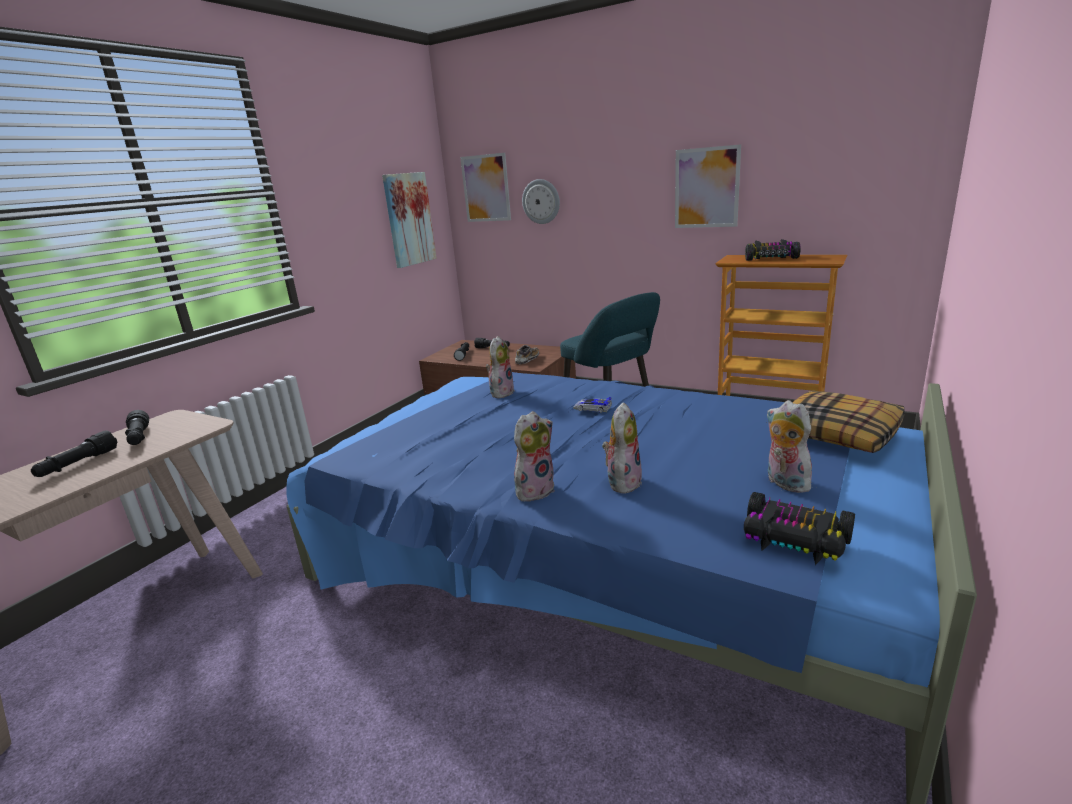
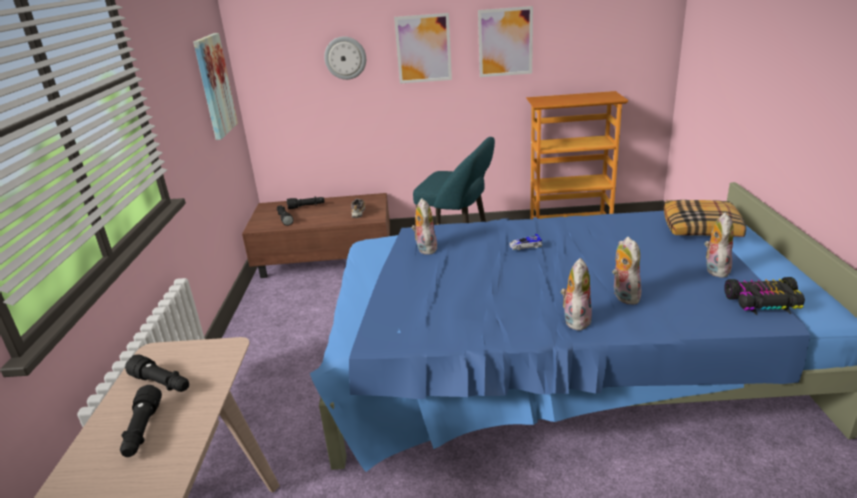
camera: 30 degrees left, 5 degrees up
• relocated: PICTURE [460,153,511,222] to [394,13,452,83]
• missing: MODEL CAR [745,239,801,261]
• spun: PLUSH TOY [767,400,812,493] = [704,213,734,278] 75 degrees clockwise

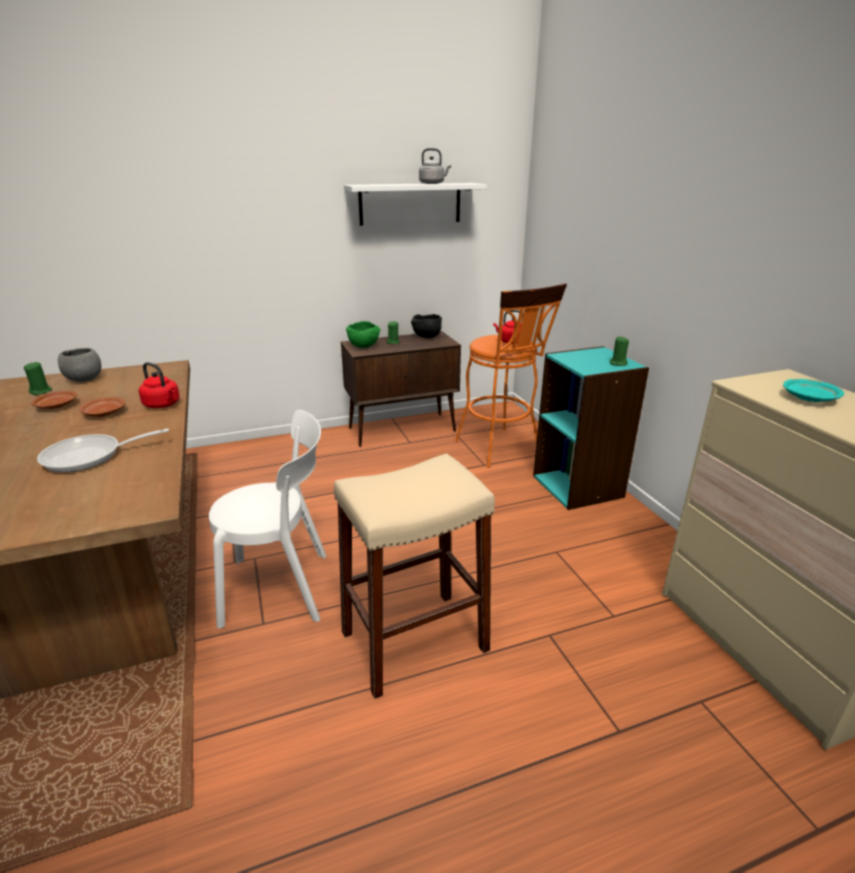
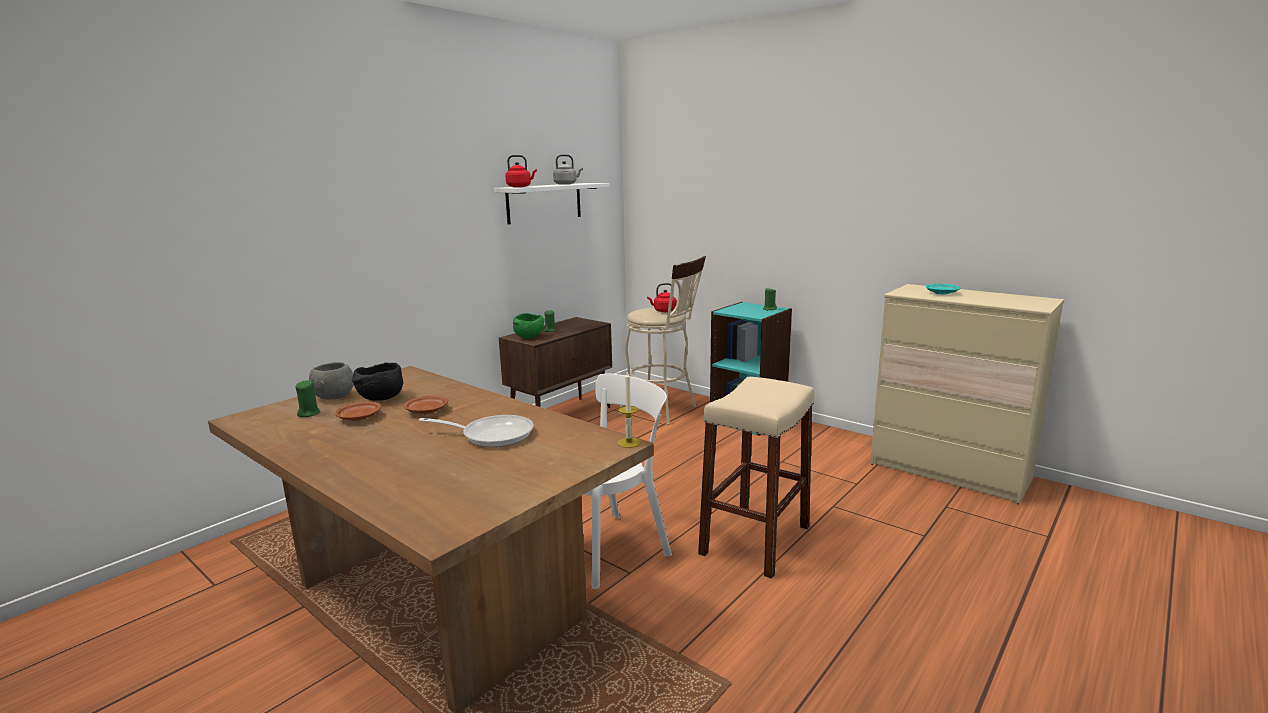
camera: 30 degrees left, 10 degrees down
• spun: FRYING PAN [37,428,169,473] = [419,415,534,447] 120 degrees counterclockwise
• relocated: RED TEA KETTLE [139,362,180,408] to [505,155,537,187]
• relocated: BLACK-COLOURED BOWL [411,314,442,338] to [352,362,403,401]
• colour: ORANGE SITTING STOOL [455,284,567,467] to BEIGE-COLOURED SITTING STOOL [618,256,706,425]
• appeared: WAX LIGHT [617,371,641,448]

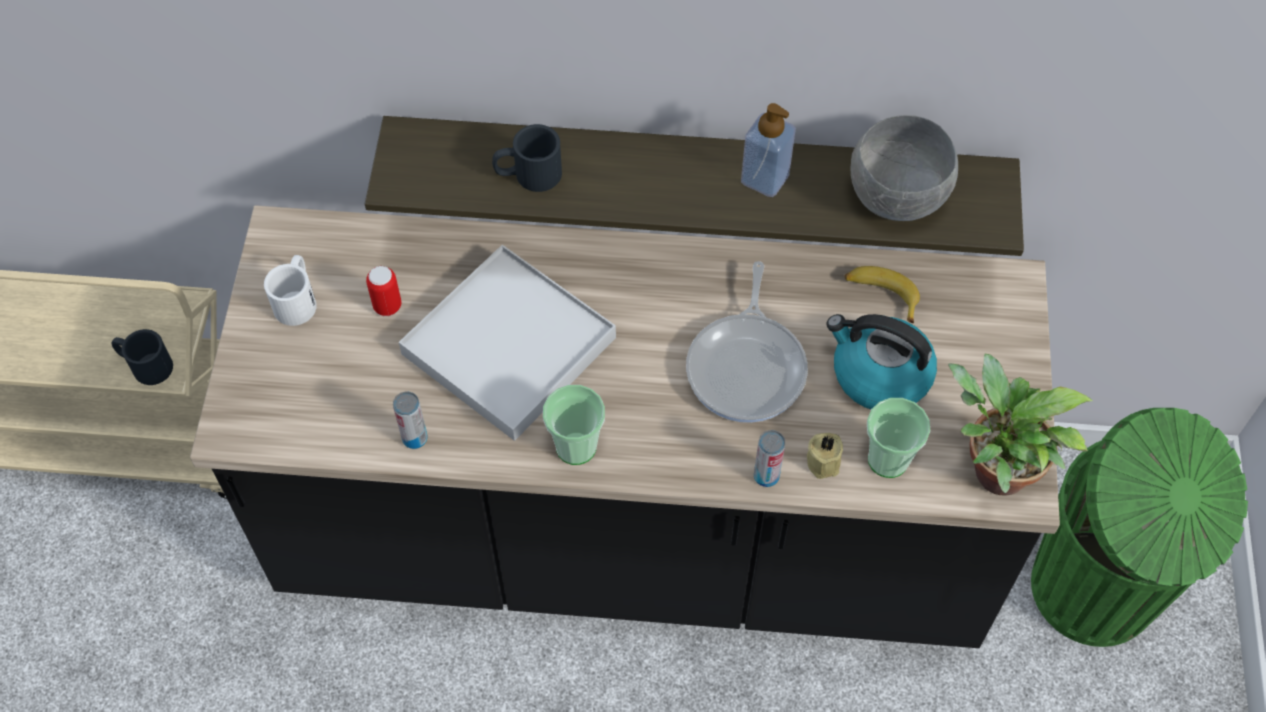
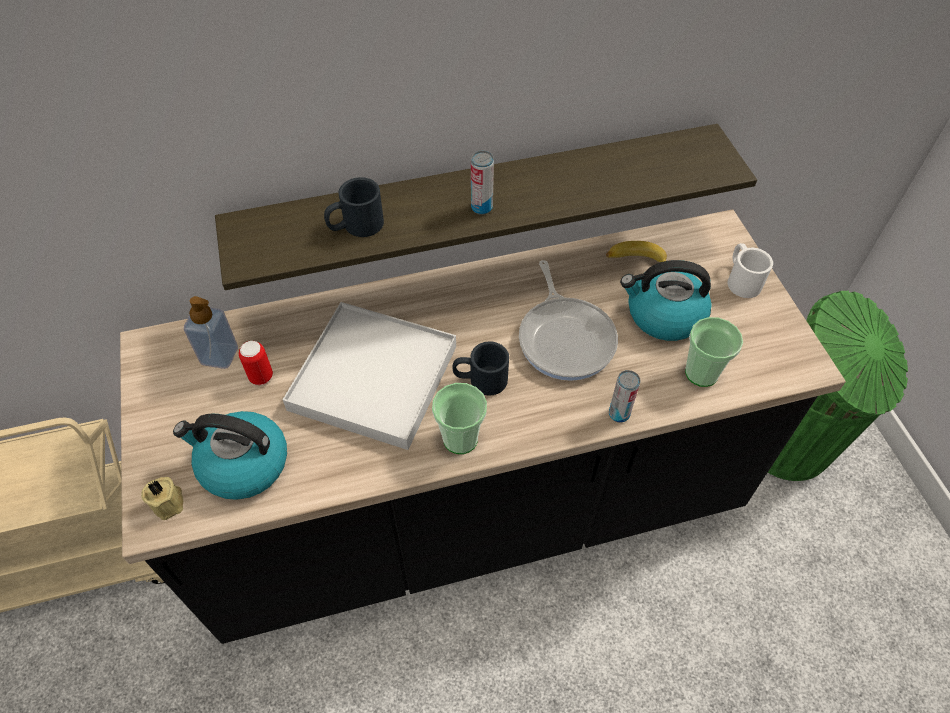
camera: 20 degrees left, 5 degrees down
• relocated: BLACK-COLOURED TEA MUG [111,329,173,385] to [452,341,509,396]
• relocated: WHITE-COLOURED TEA MUG [264,255,317,326] to [728,243,773,298]
• relocated: CAN [393,392,428,449] to [471,151,494,215]
• relocated: SOAP DISPENSER [741,103,796,197] to [184,296,238,369]
• relocated: BEIGE-COLOURED WAX LIGHT [807,433,843,479] to [141,477,183,520]
• missing: GREY BOWL [850,115,958,221]
• missing: PLANT IN A POT [948,353,1093,496]
• appeared: TEA KETTLE [173,411,287,500]

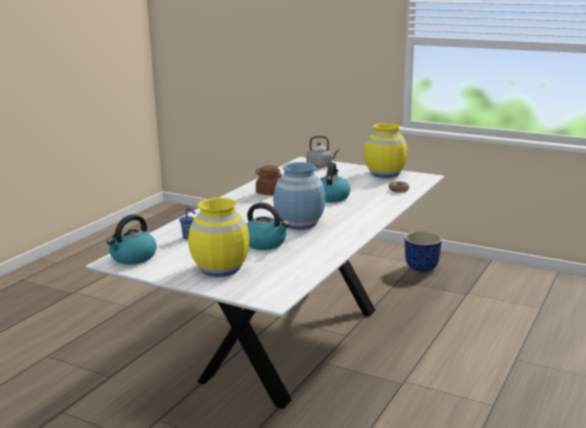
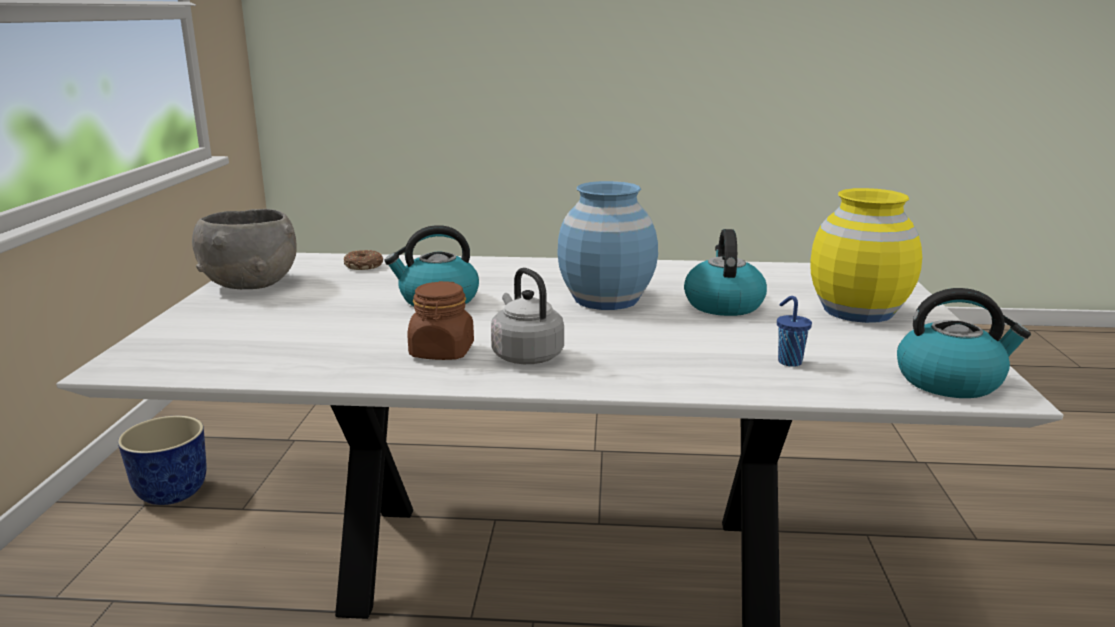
camera: 115 degrees left, 0 degrees up
• relocated: GREY TEA KETTLE [307,136,339,168] to [491,268,564,364]
• exchanged: YELLOW FLOWER VASE [364,123,407,178] to GREY BOWL [192,209,297,289]

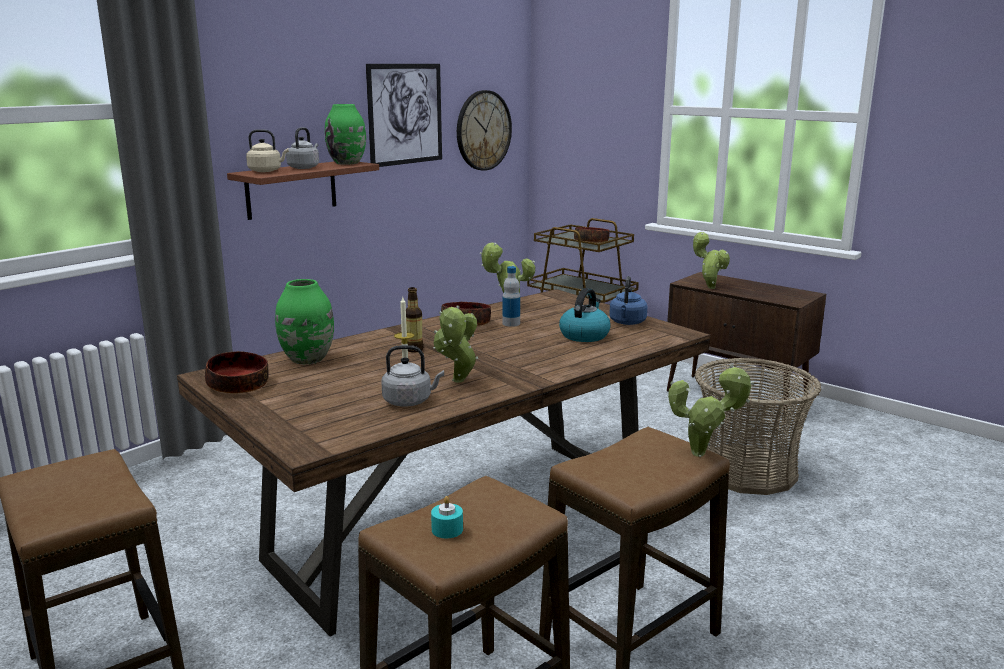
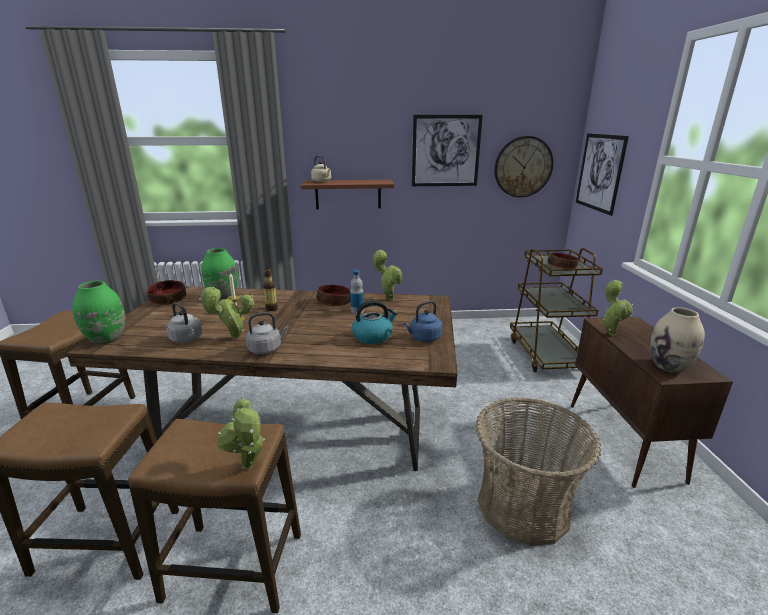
camera: 45 degrees right, 5 degrees up
• relocated: GREY TEA KETTLE [286,127,319,169] to [246,312,289,354]
• relocated: GREEN FLOWER VASE [325,104,366,165] to [72,281,125,345]
• missing: TURQUOISE WAX LIGHT [431,496,463,538]
• appeared: PICTURE [576,133,629,216]
• appeared: BEIGE-COLOURED FLOWER VASE [650,307,705,373]

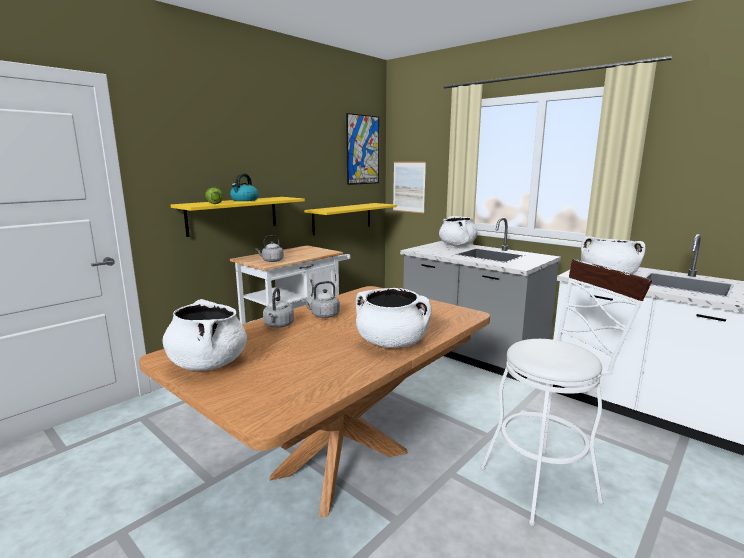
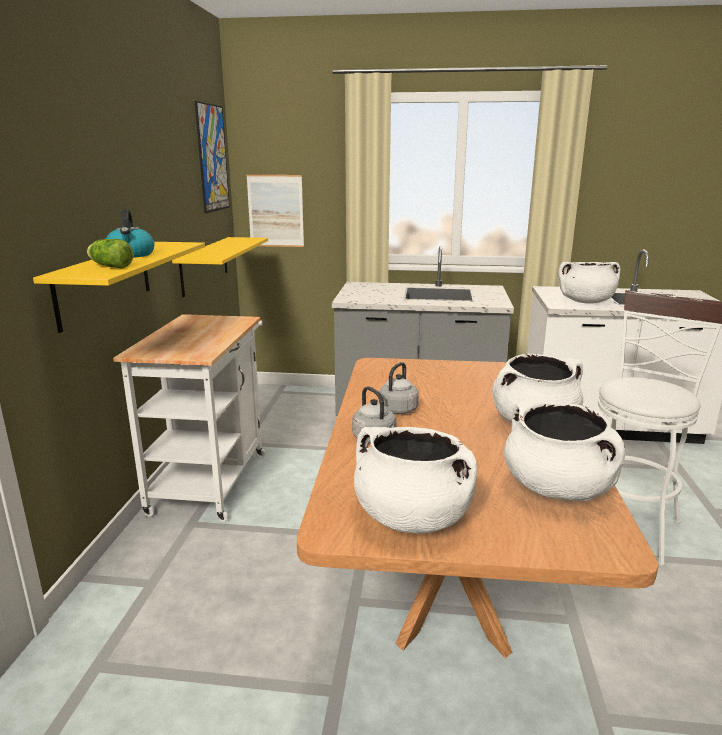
camera: 35 degrees left, 5 degrees up
• missing: GREY TEA KETTLE [256,235,284,262]
• relocated: WHITE-COLOURED SAUCEPOT [439,216,478,246] to [504,402,625,501]

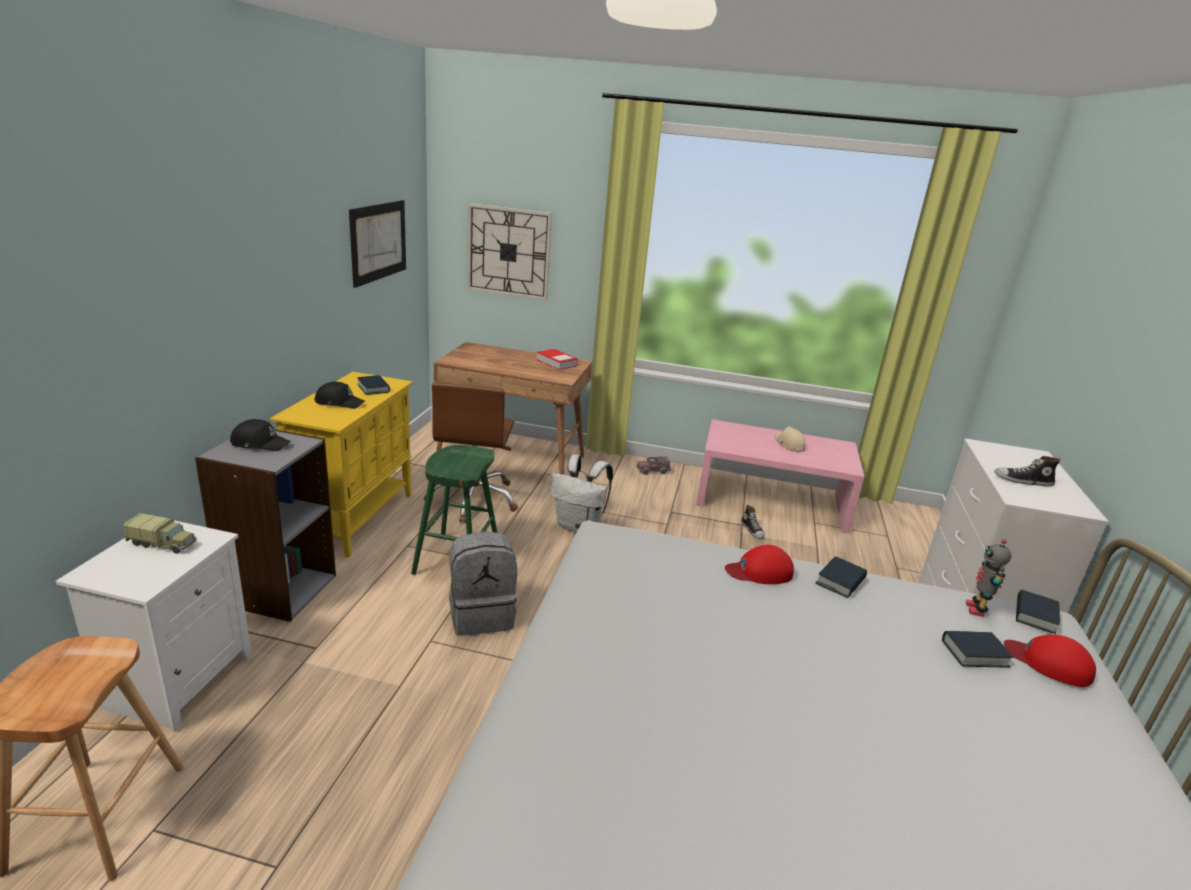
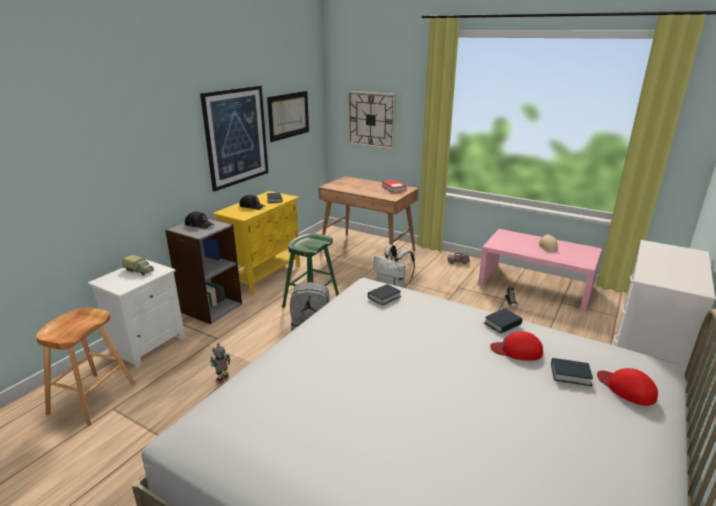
camera: 20 degrees right, 0 degrees up
• missing: BROWN-COLOURED OFFICE CHAIR [424,382,518,523]
• relocated: RED BASEBALL CAP [725,545,794,584] to [490,331,543,361]
• relocated: ROBOT FIGURE [966,539,1011,617] to [210,343,231,383]
• missing: ITEM OF FOOTWEAR [994,456,1061,486]
• relocated: BOOK [1016,589,1060,634] to [368,284,402,305]
• appeared: PICTURE [200,86,268,191]

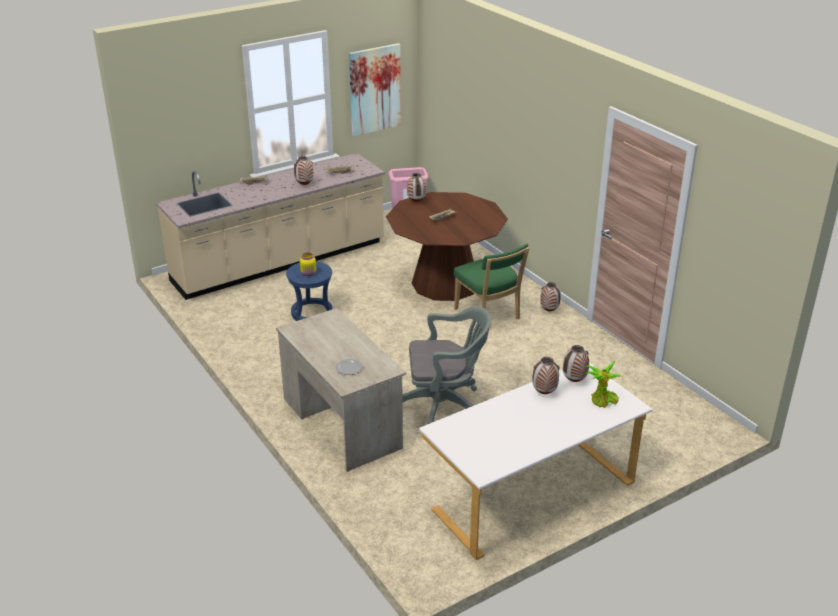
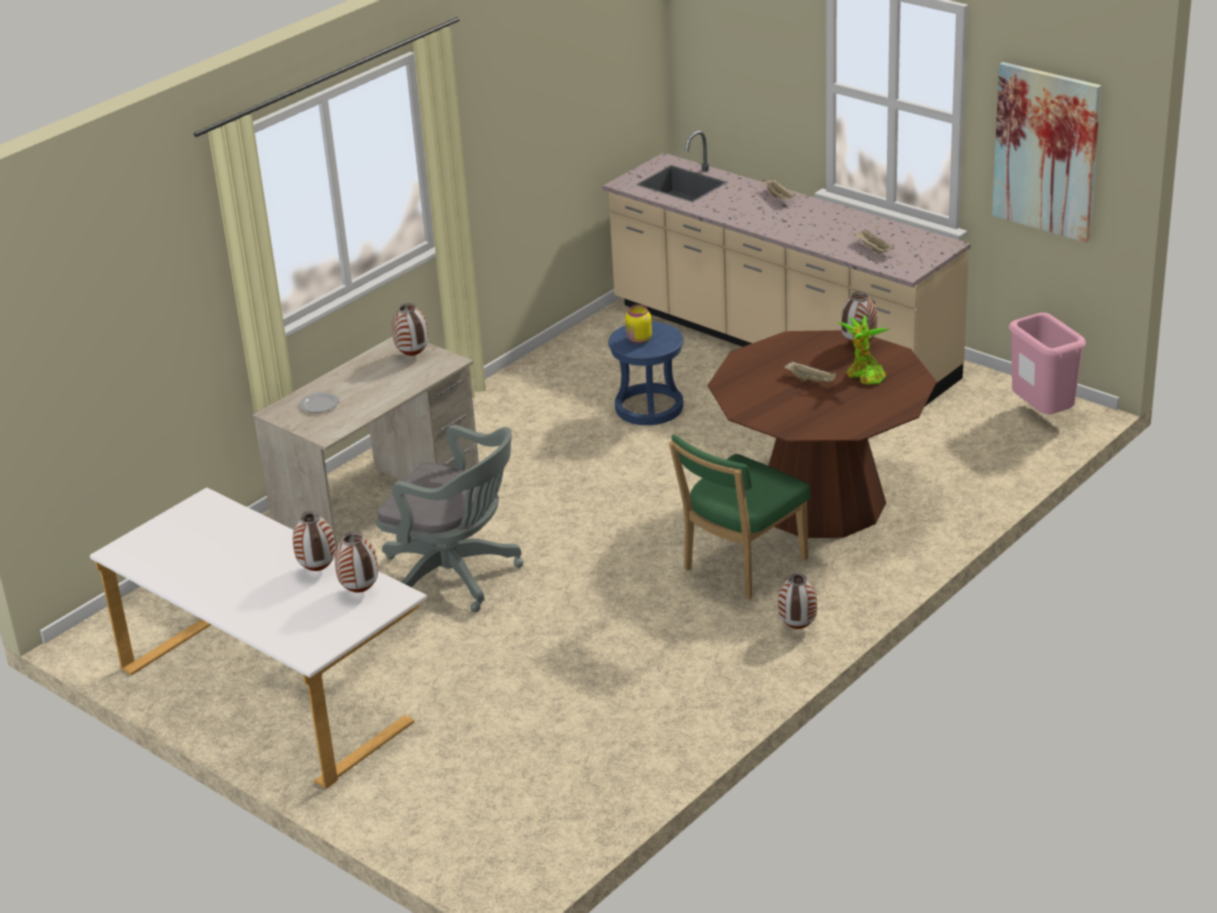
camera: 75 degrees right, 0 degrees up
• relocated: FLOWER VASE [294,156,314,185] to [392,303,428,356]
• spun: GREY OFFICE CHAIR [402,306,491,424] = [376,425,523,612] 45 degrees counterclockwise
• relocated: PLANT IN A POT [585,360,622,408] to [838,315,890,384]

